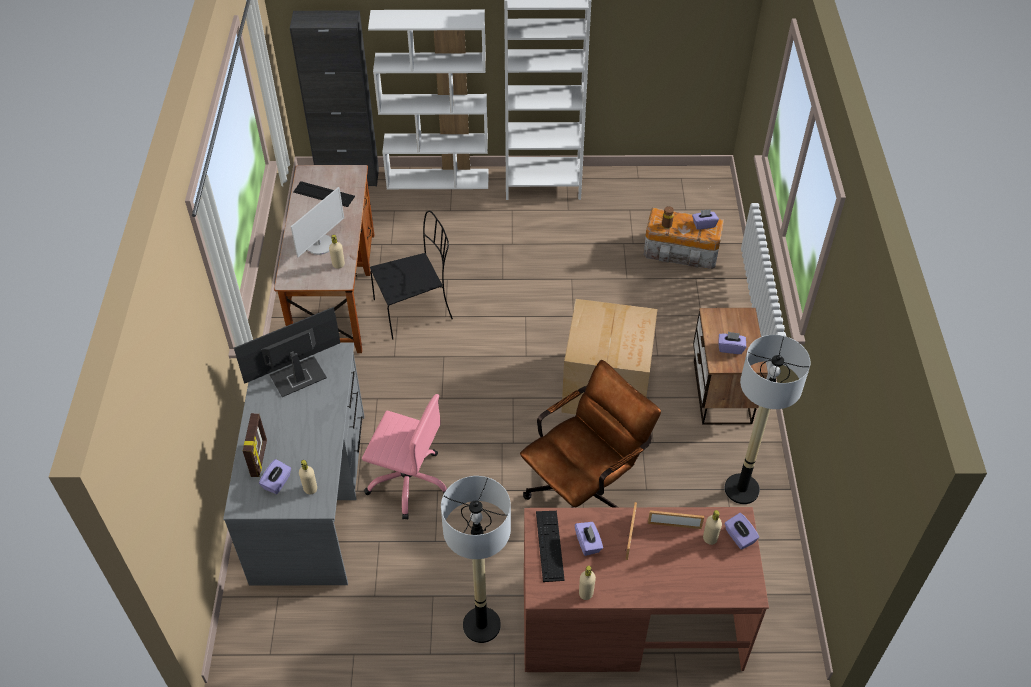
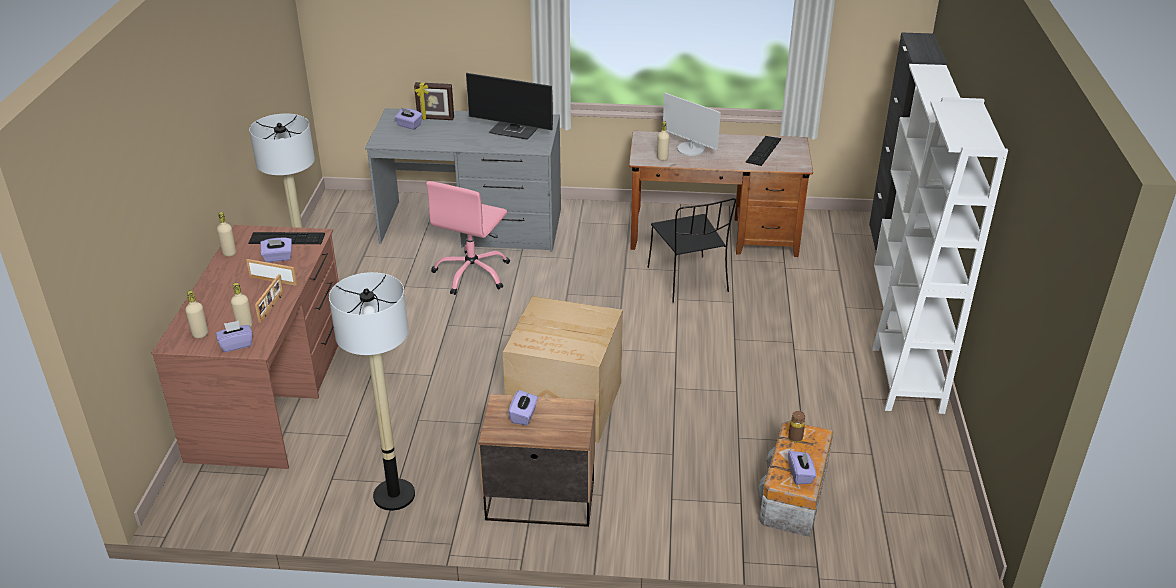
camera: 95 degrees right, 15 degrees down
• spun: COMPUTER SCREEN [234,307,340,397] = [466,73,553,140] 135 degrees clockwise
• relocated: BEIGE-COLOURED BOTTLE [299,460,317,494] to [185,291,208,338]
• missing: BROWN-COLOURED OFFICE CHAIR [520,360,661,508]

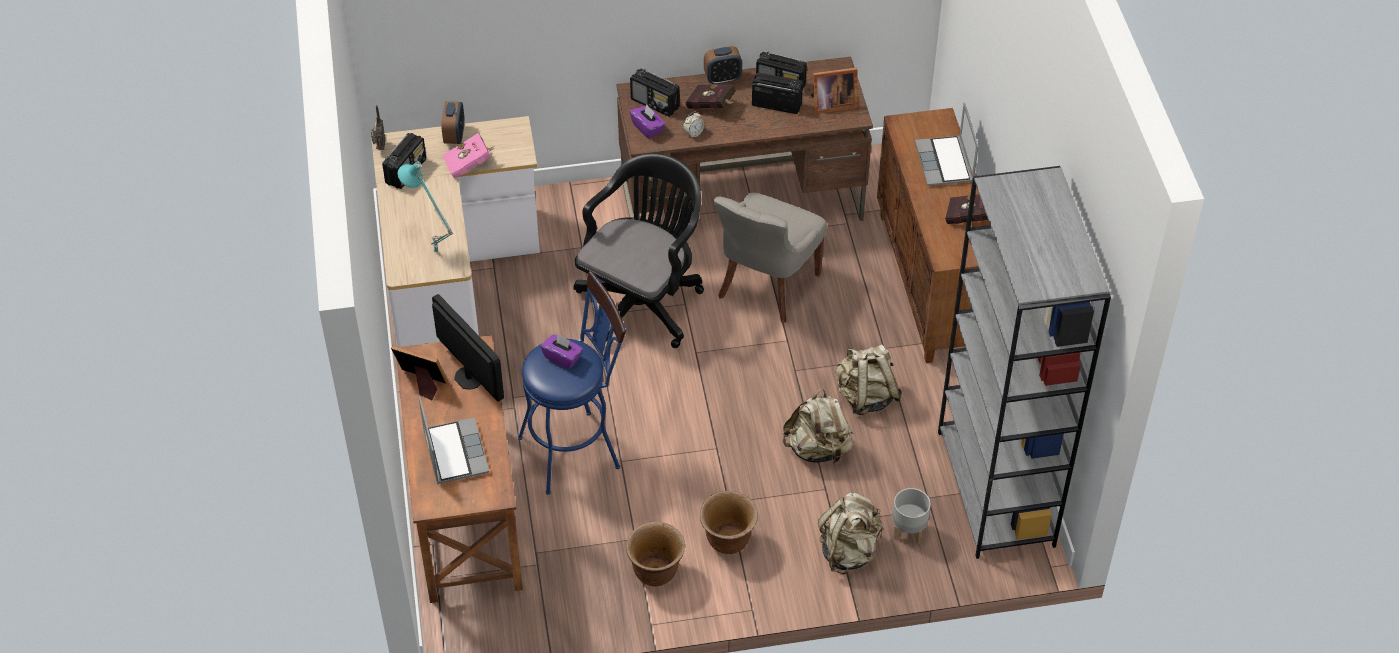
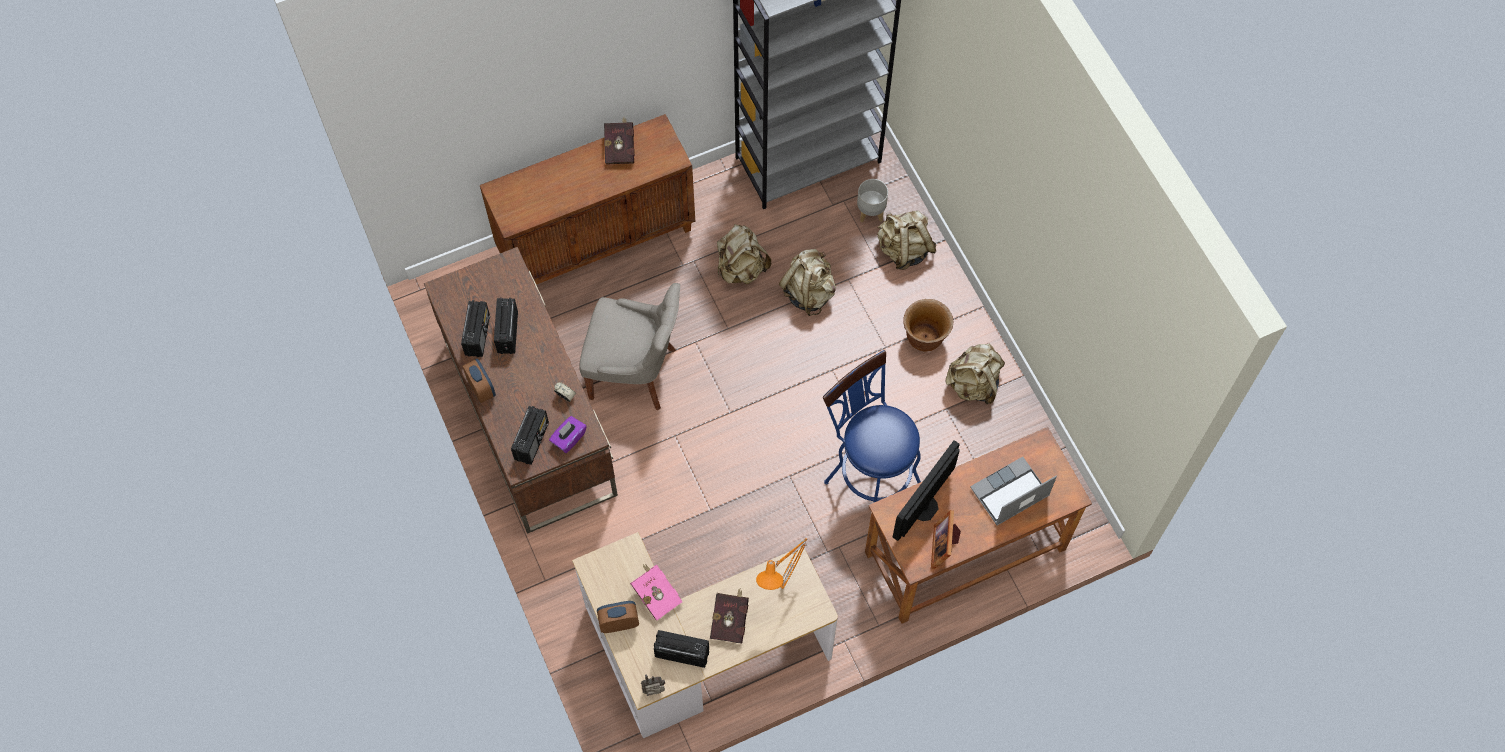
camera: 105 degrees left, 15 degrees up
• colour: TURQUOISE TABLE LAMP [398,162,453,252] to ORANGE TABLE LAMP [756,538,808,590]
• missing: PURPLE-COLOURED TISSUE BOX [541,334,583,369]
• missing: BLACK-COLOURED OFFICE CHAIR [573,153,704,348]
• exchanged: BROWN-COLOURED PLANTER [626,522,685,587] to BEIGE-COLOURED KNAPSACK [945,344,1005,404]
• relocated: RED BOOK [685,84,736,109] to [710,589,749,644]
• missing: PHOTO FRAME [811,68,858,114]
• missing: PORTABLE COMPUTER [915,102,979,186]

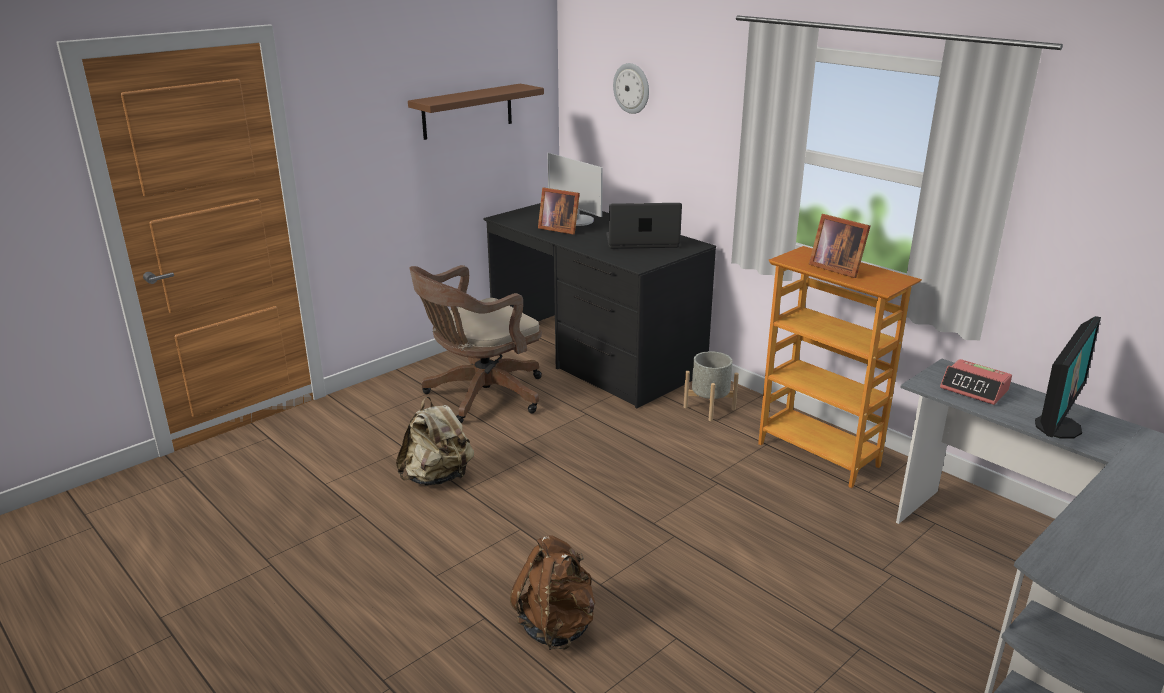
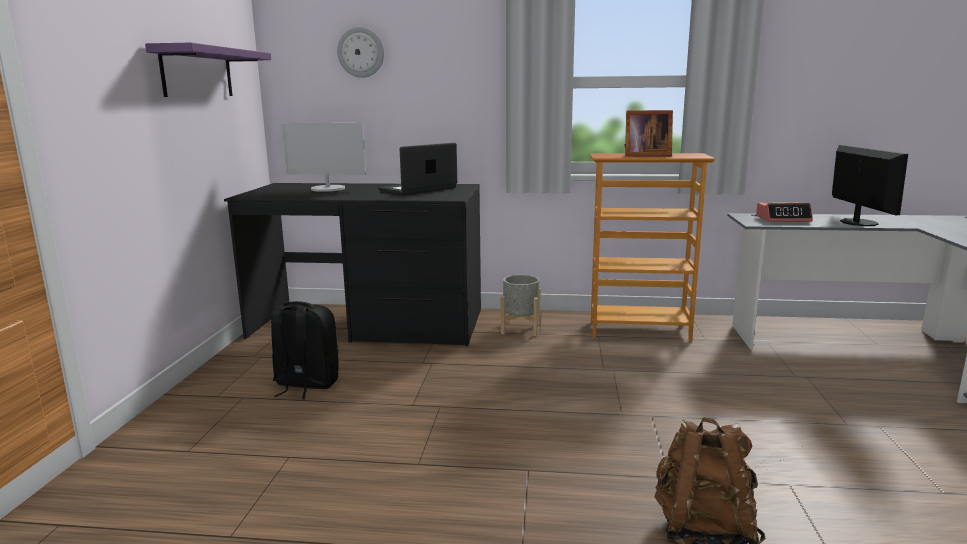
camera: 40 degrees left, 10 degrees down
• missing: BEIGE-COLOURED KNAPSACK [396,397,474,486]
• colour: BROWN-COLOURED BRACKET SHELF [408,84,544,140] to PURPLE-COLOURED BRACKET SHELF [145,43,271,97]
• exchanged: BROWN-COLOURED OFFICE CHAIR [410,265,542,423] to BLACK-COLOURED KNAPSACK [271,301,339,399]
• missing: PHOTO FRAME [538,188,580,234]

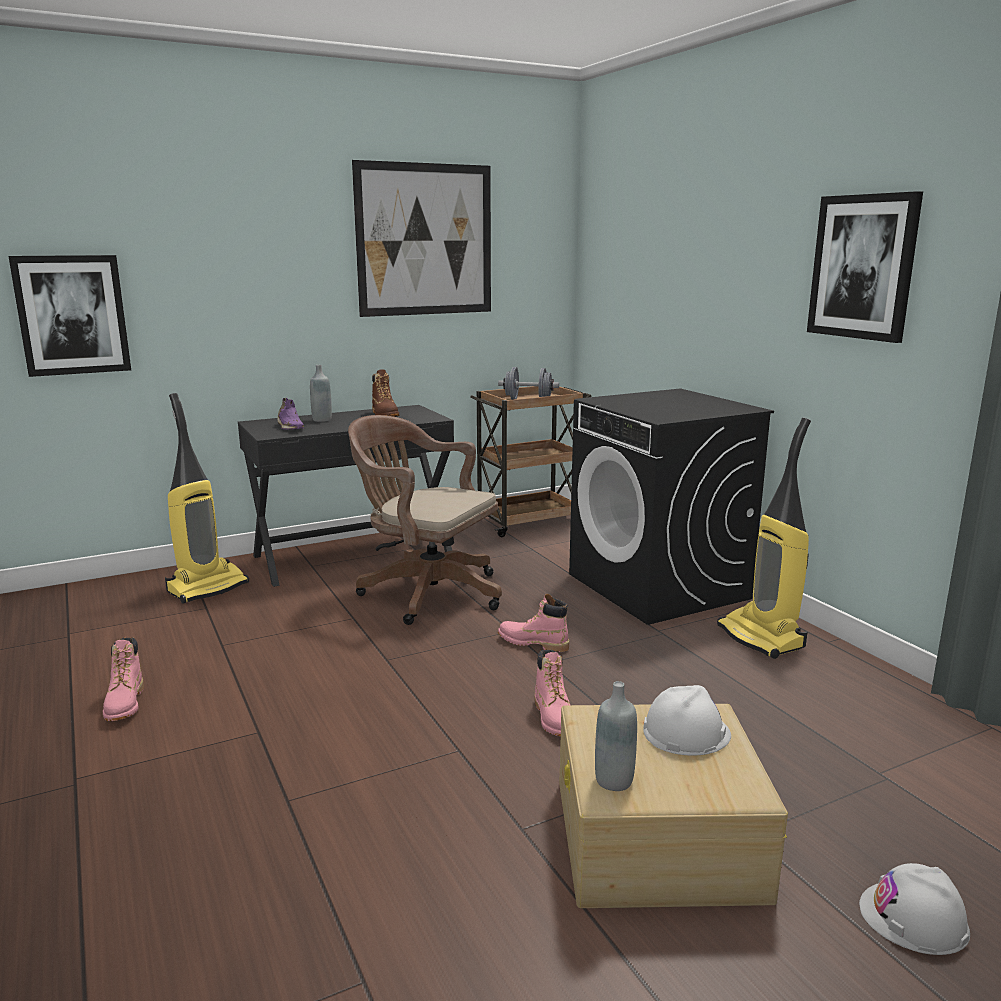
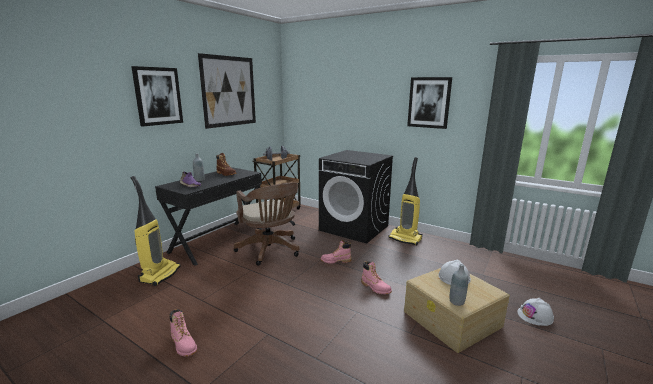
camera: 30 degrees left, 0 degrees up
• relocated: PICTURE [8,255,131,377] to [131,66,183,127]
• spun: BROWN-COLOURED OFFICE CHAIR [348,415,502,625] = [234,182,300,266] 120 degrees counterclockwise

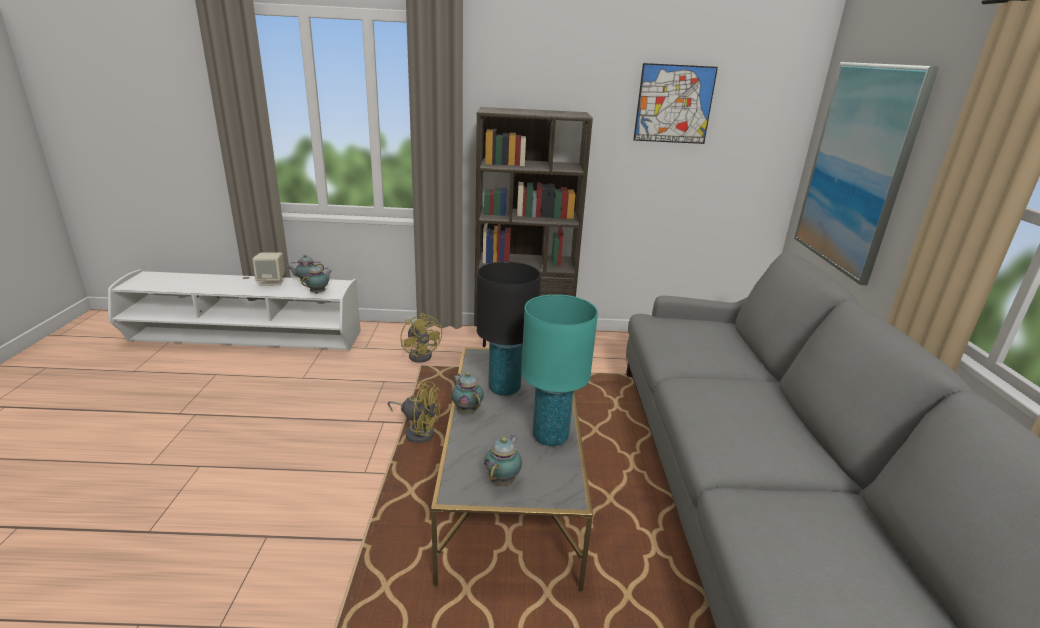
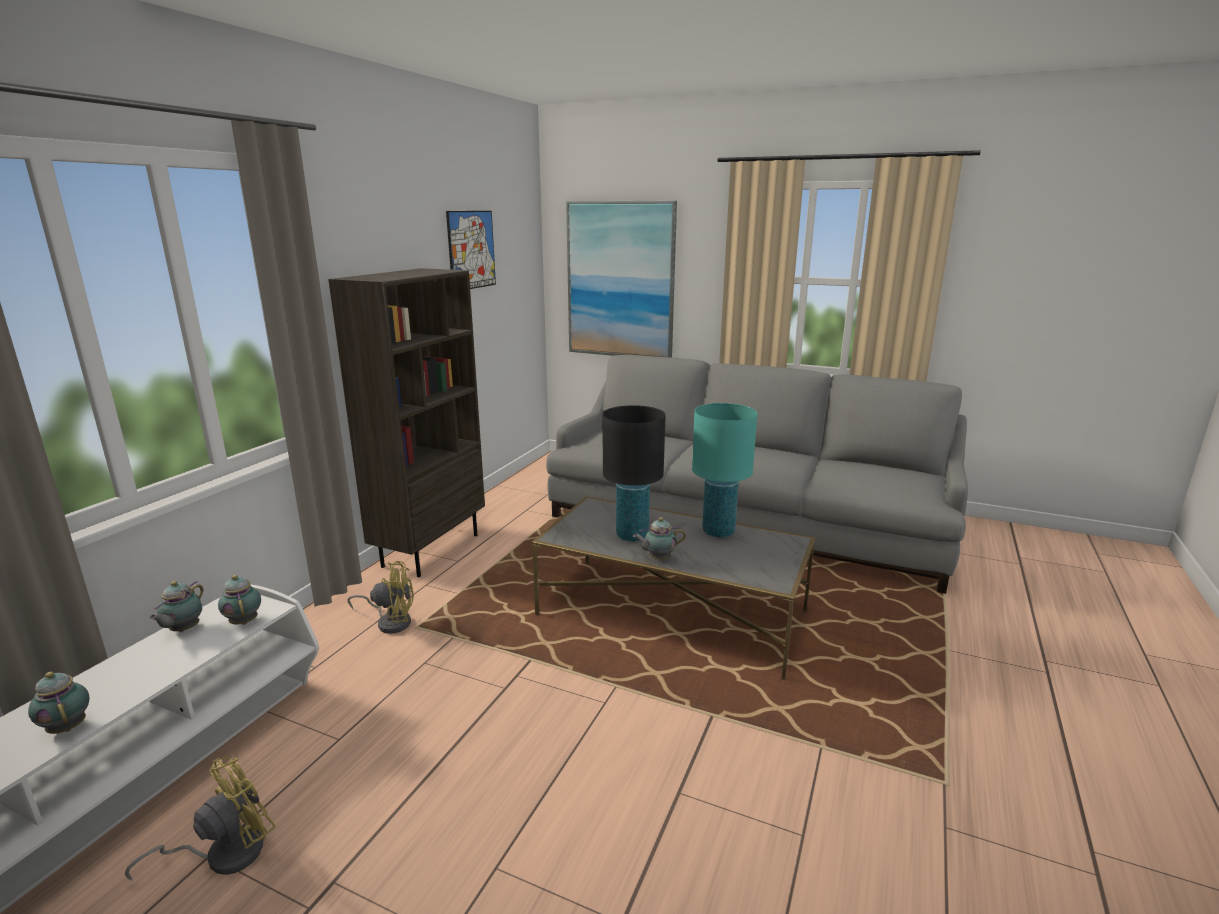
camera: 65 degrees left, 5 degrees down
• missing: BEIGE-COLOURED AUDIO SPEAKER [252,252,285,286]
• relocated: YELLOW ELECTRIC FAN [388,381,440,443] to [125,757,276,881]
• relocated: POT FOR TEA [484,435,522,485] to [28,672,90,734]

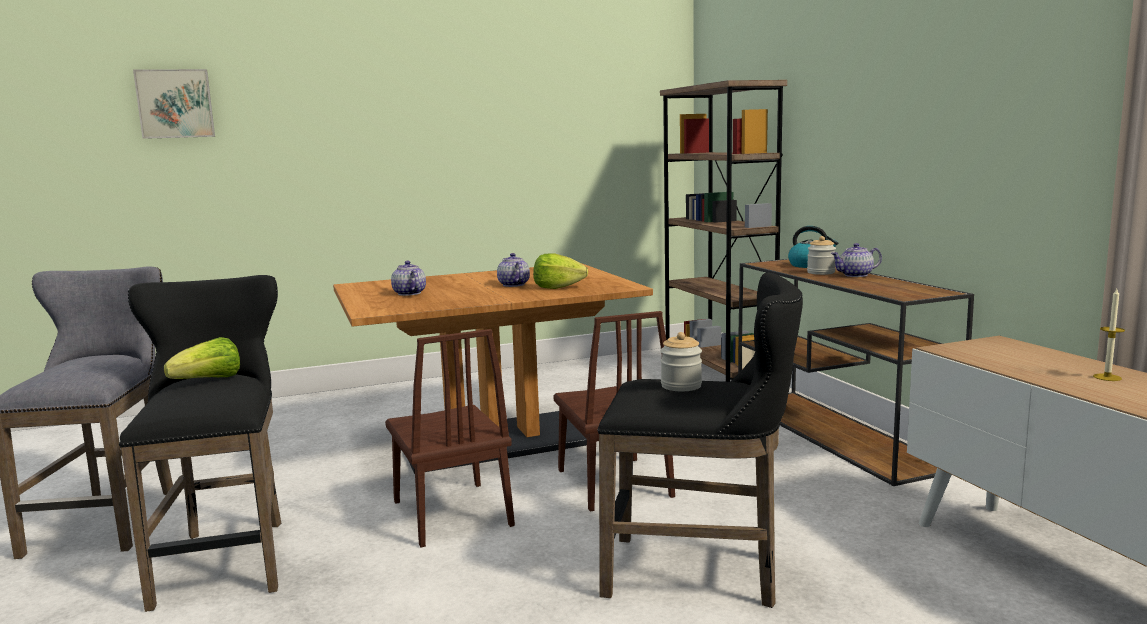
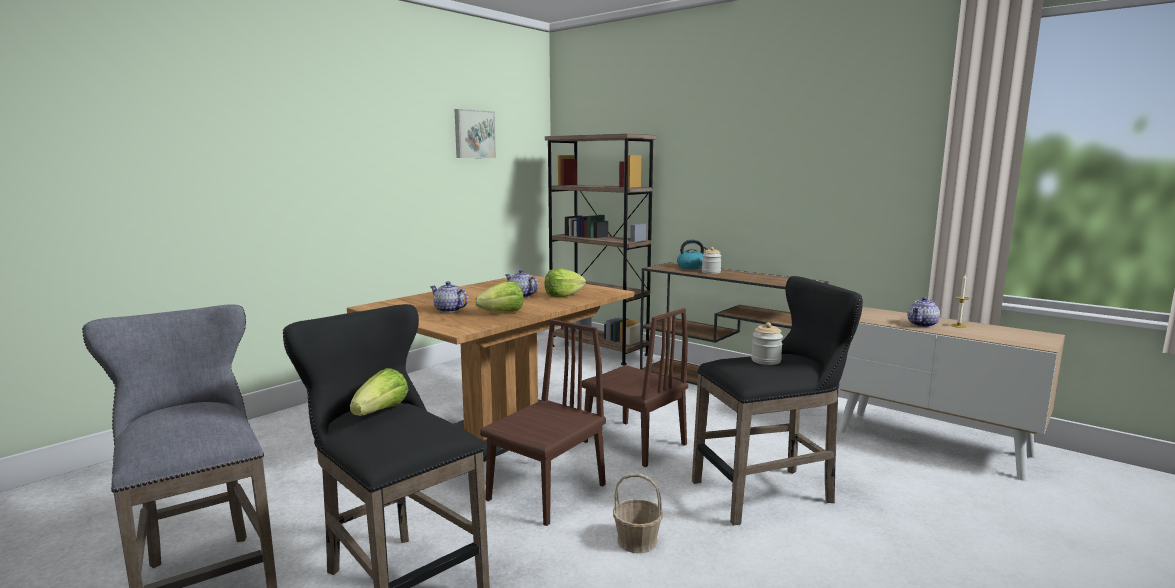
camera: 30 degrees left, 0 degrees up
• relocated: PICTURE [133,69,215,139] to [455,109,496,158]
• spun: BROWN-COLOURED PLAIN CHAIR [385,329,515,547] = [480,319,606,526] 90 degrees counterclockwise
• relocated: POT FOR TEA [831,243,882,277] to [907,297,940,327]
• appeared: HEAD OF LETTUCE [475,281,524,313]
• appeared: STORAGE BASKET [613,473,663,553]

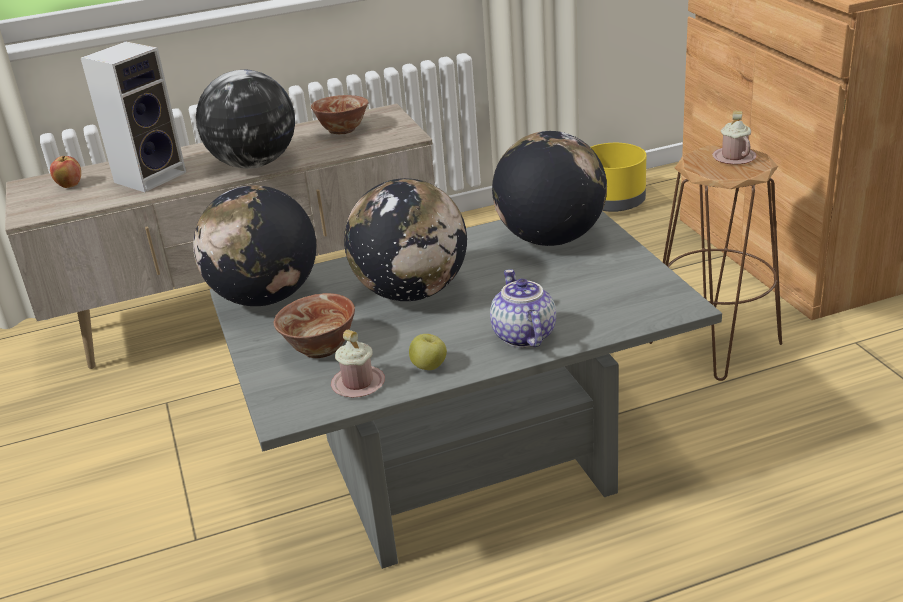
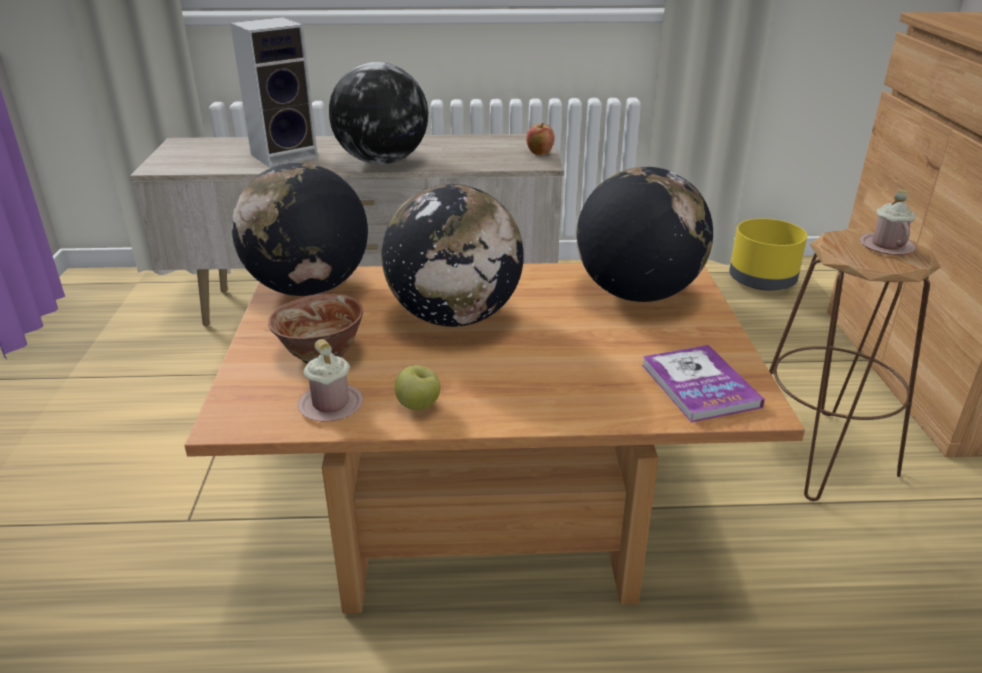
camera: 15 degrees right, 0 degrees up
• relocated: APPLE FRUIT [50,156,81,188] to [526,123,555,155]
• colour: GREY COFFEE TABLE [210,211,722,569] to BROWN-COLOURED COFFEE TABLE [184,263,805,614]
• missing: BOWL [311,95,369,134]
• missing: POT FOR TEA [490,269,556,348]
• appeared: BOOK [642,345,765,423]

